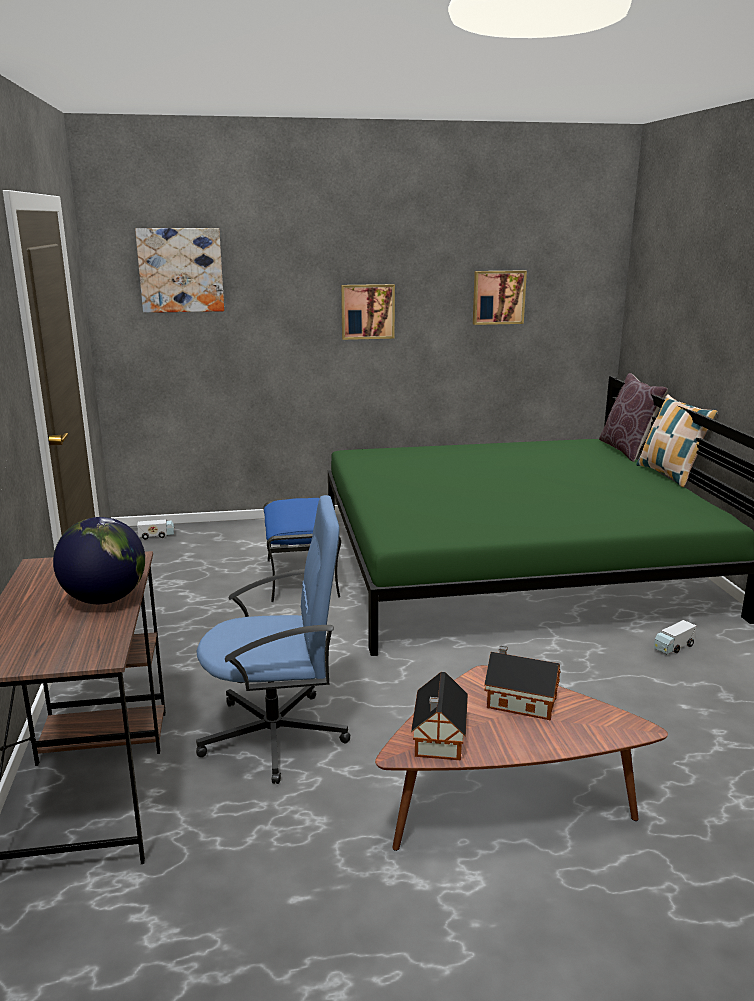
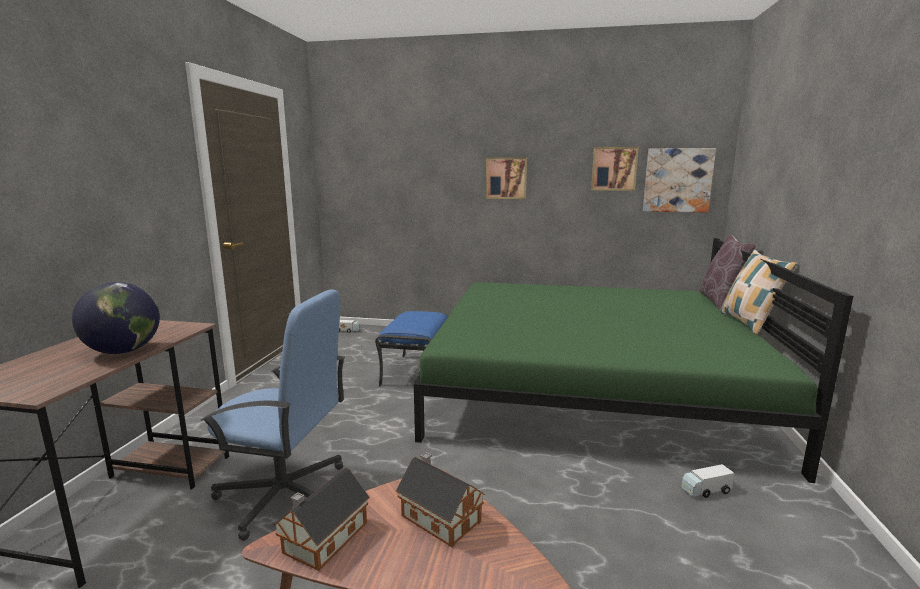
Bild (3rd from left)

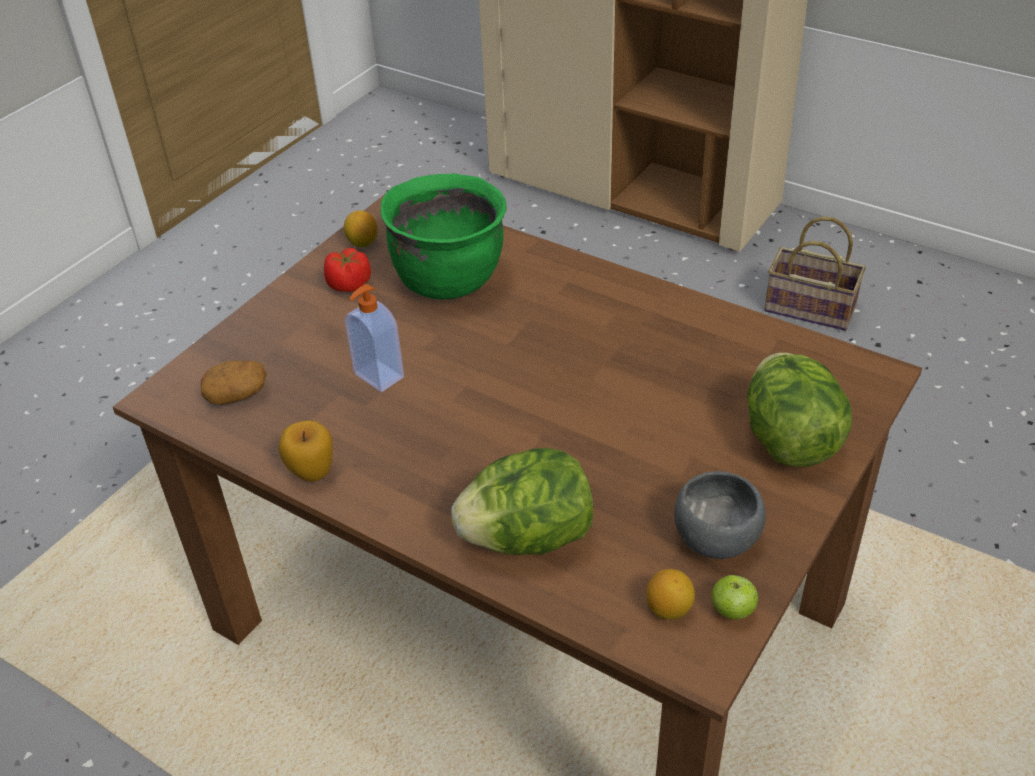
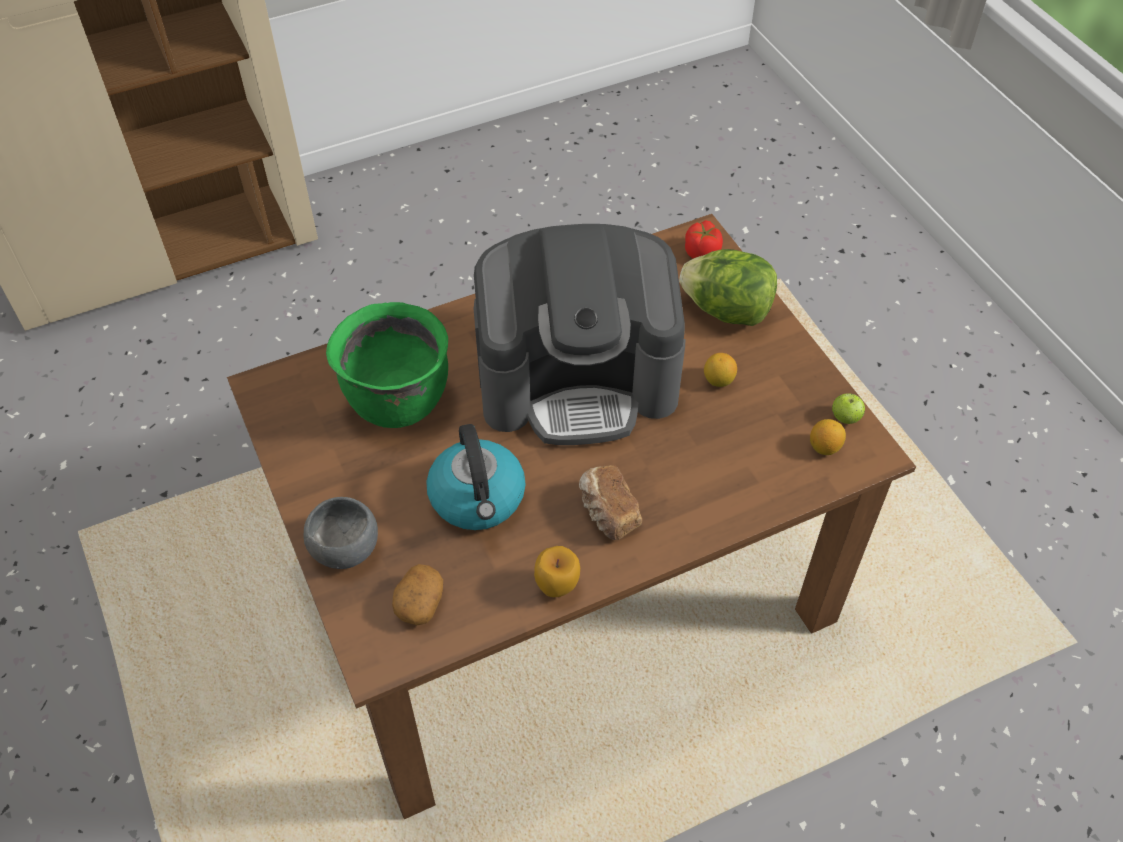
Zitrone (1st from left)
Korb
Tomate
Wasserkessel
Salatkopf (1st from left in the first image)
Schüssel/grau
Kaffeemaschine
Brot

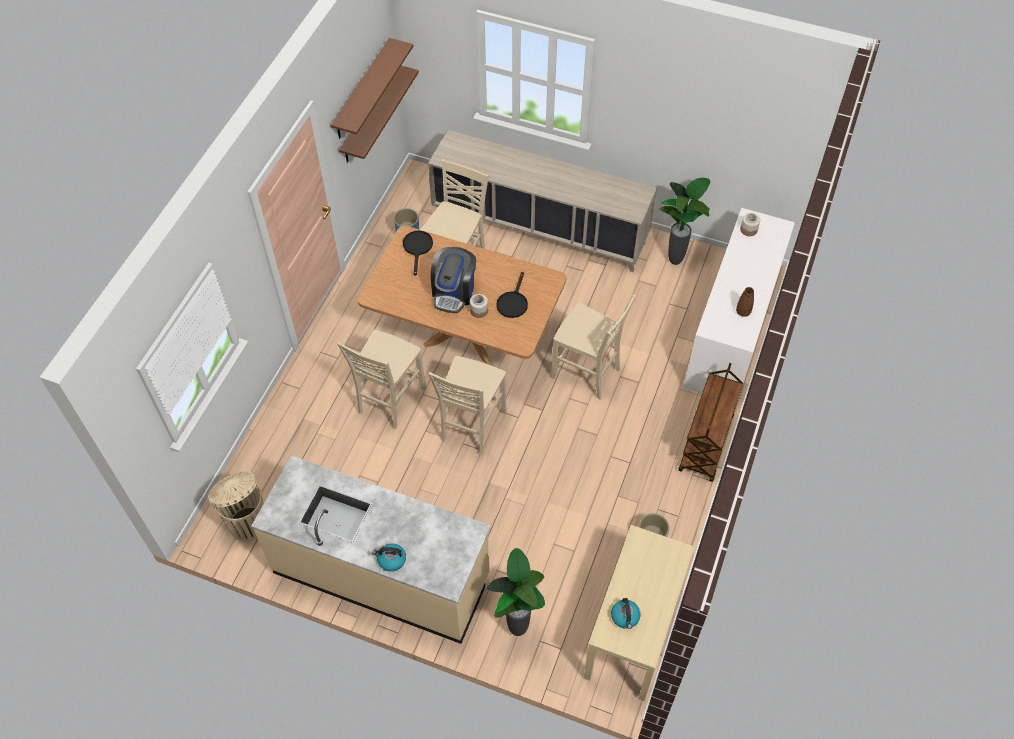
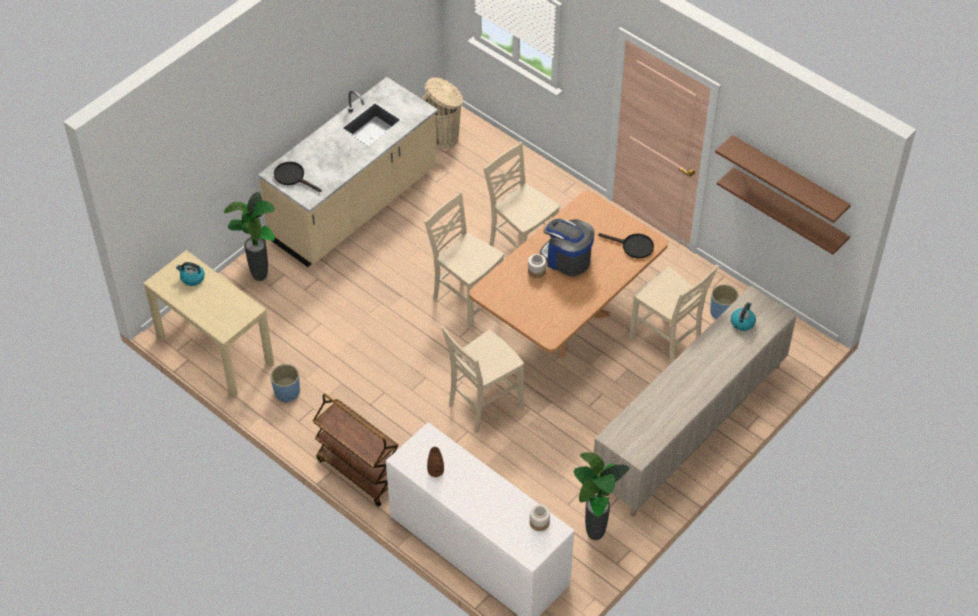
Pfanne/schwarz (1st from left)
Wasserkessel (2nd from left)

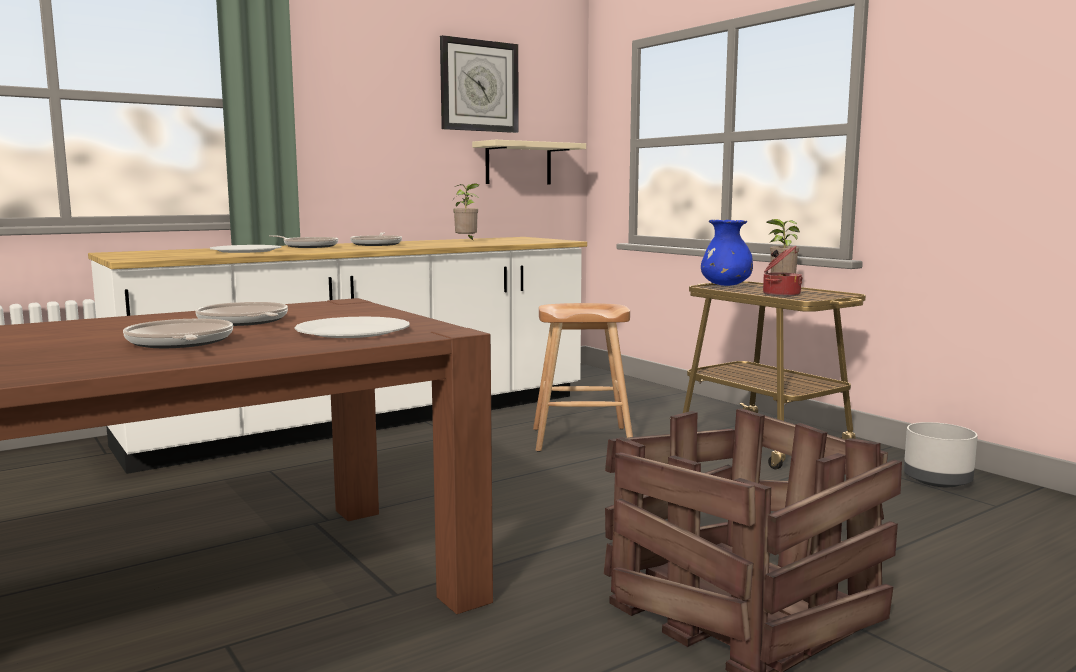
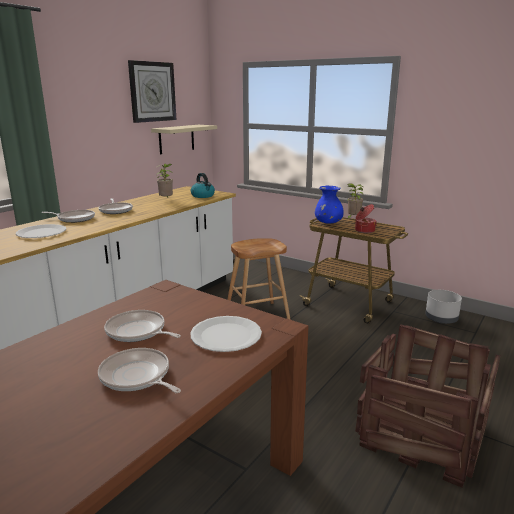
Wasserkessel

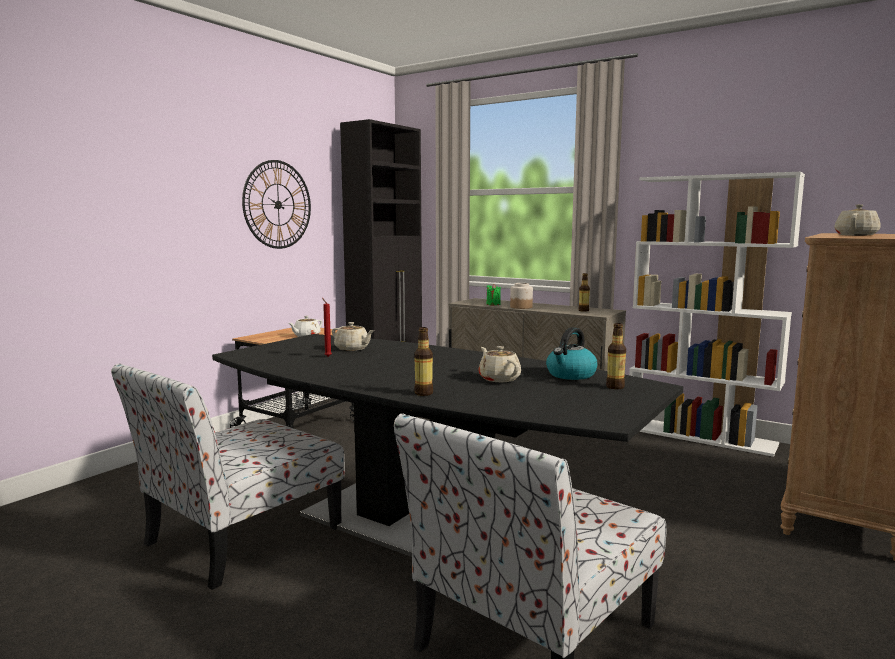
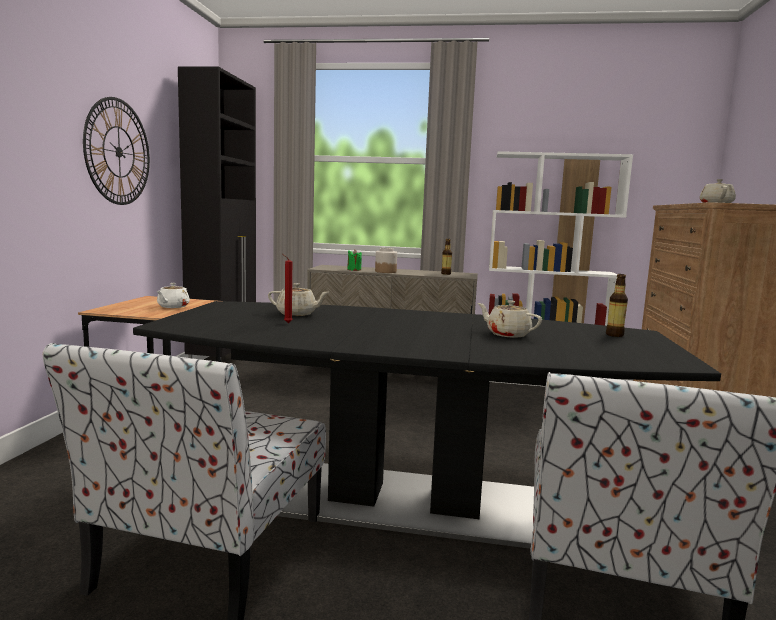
Flasche (1st from left in the first image)
Wasserkessel

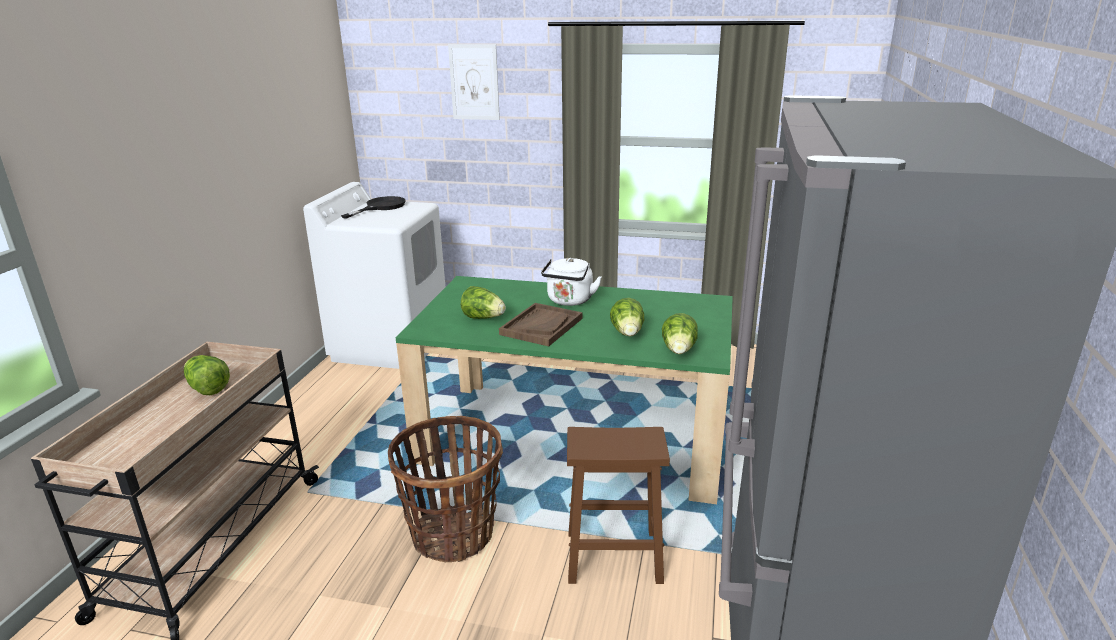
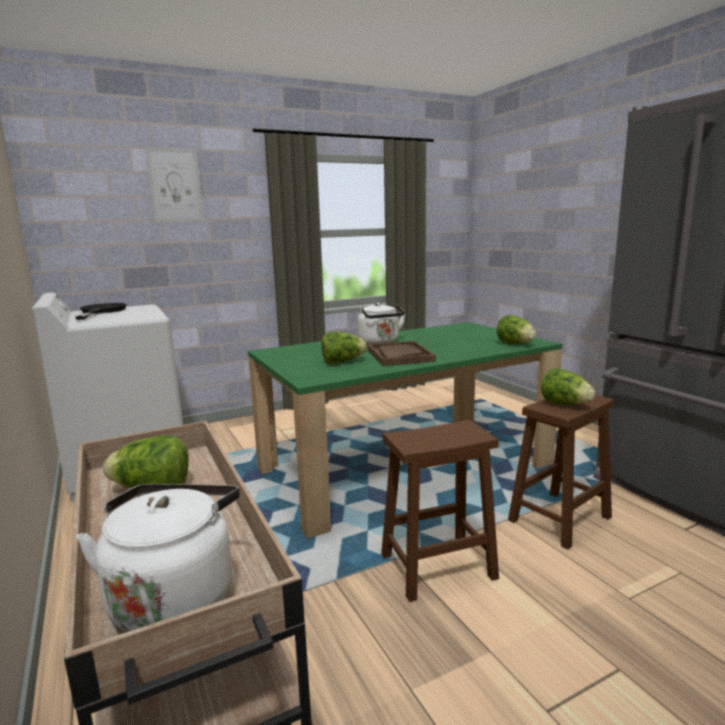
Salatkopf (4th from left)
Hocker/braun (1st from left)
Wasserkessel/weiß (1st from left)

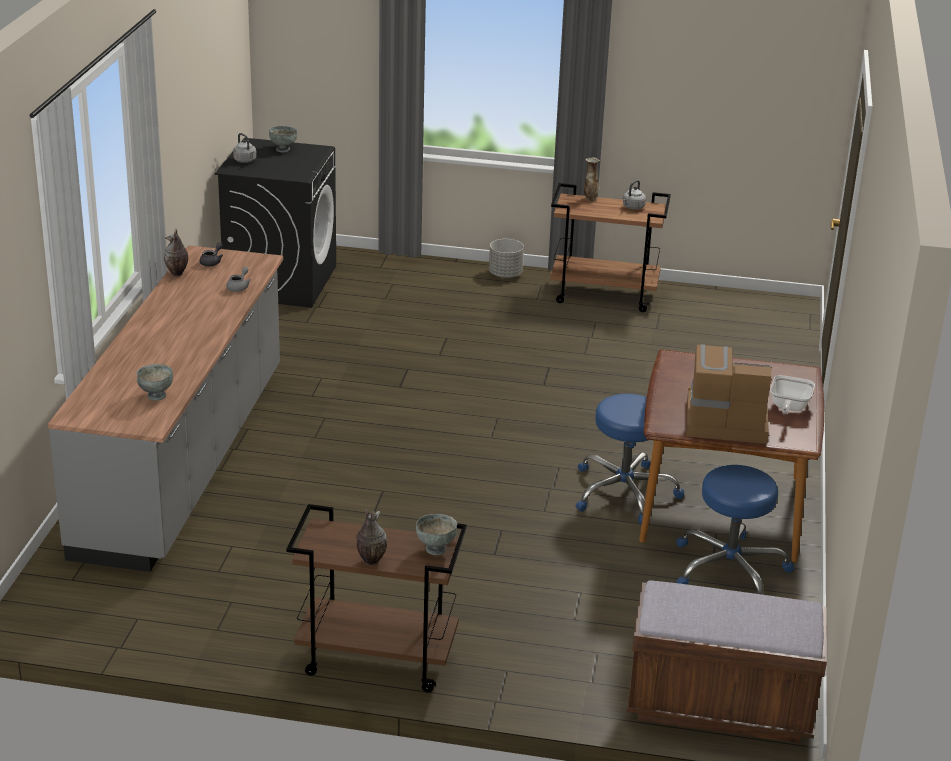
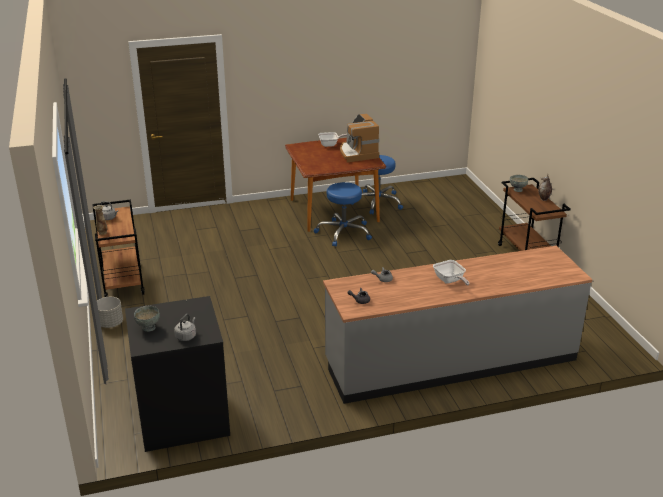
Vase (1st from left in the first image)
Schüssel/grau (1st from left in the first image)
Bank/braun
Pfanne (2nd from left)

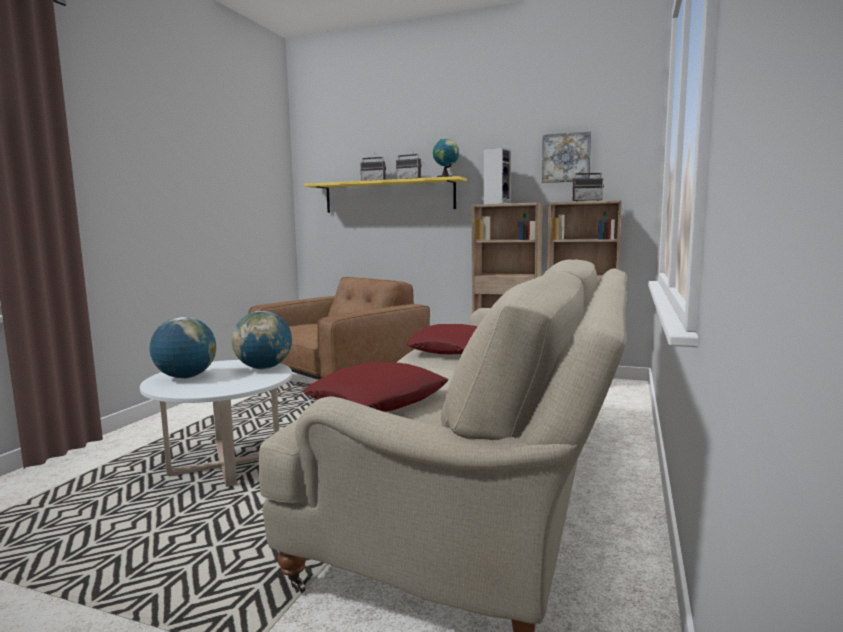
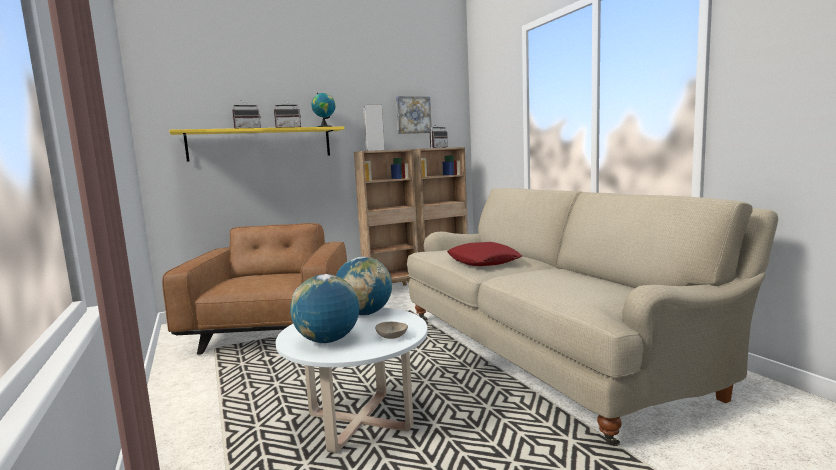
Kissen/rot (1st from left in the first image)
Schüssel/beige

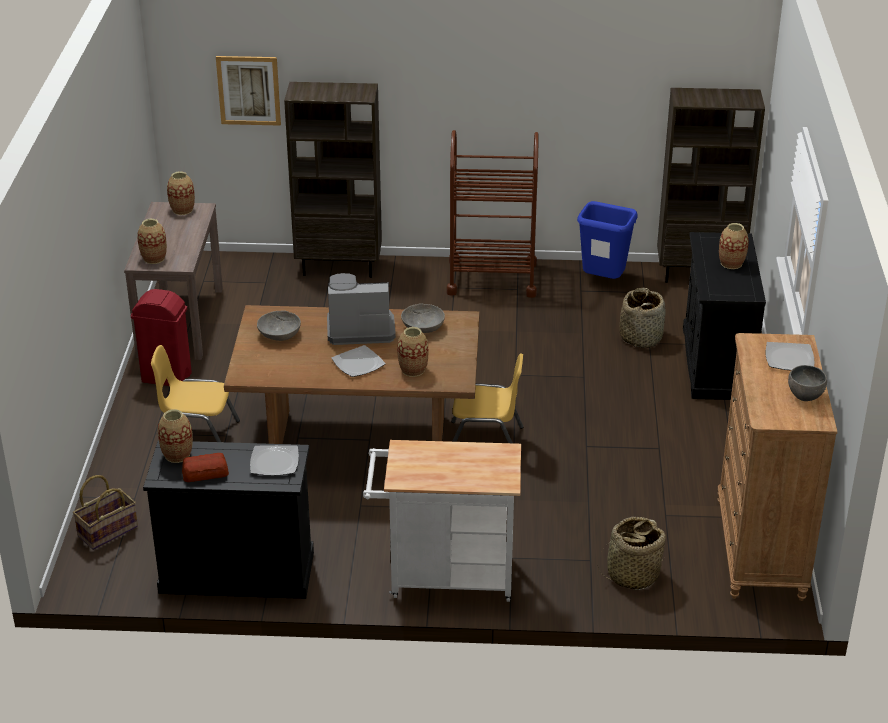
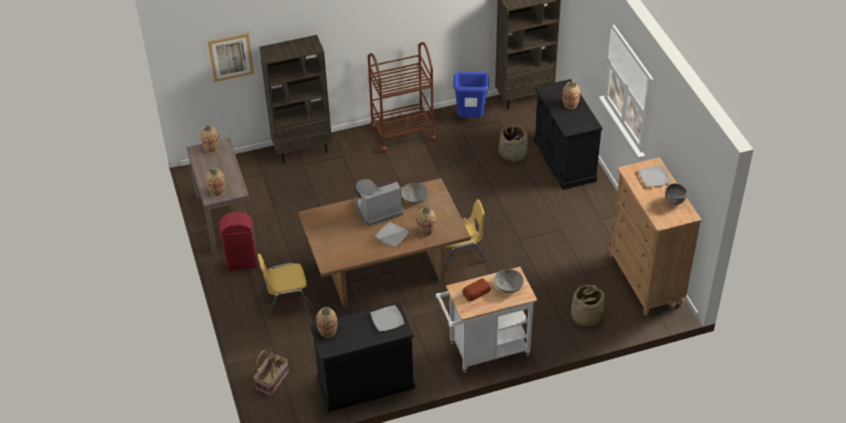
Schüssel/grau (2nd from left)
Brot

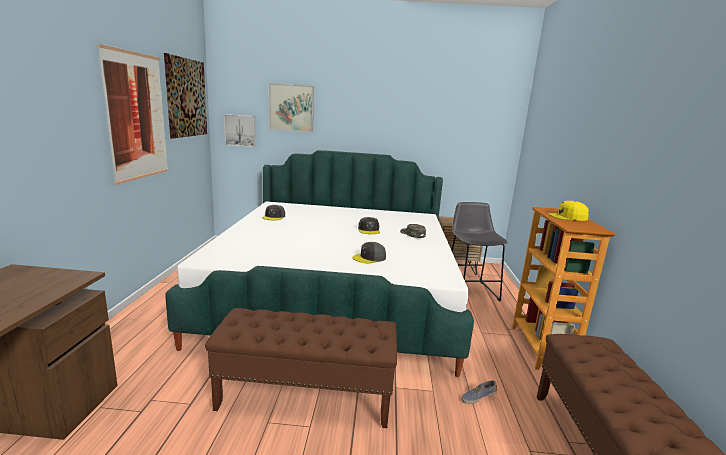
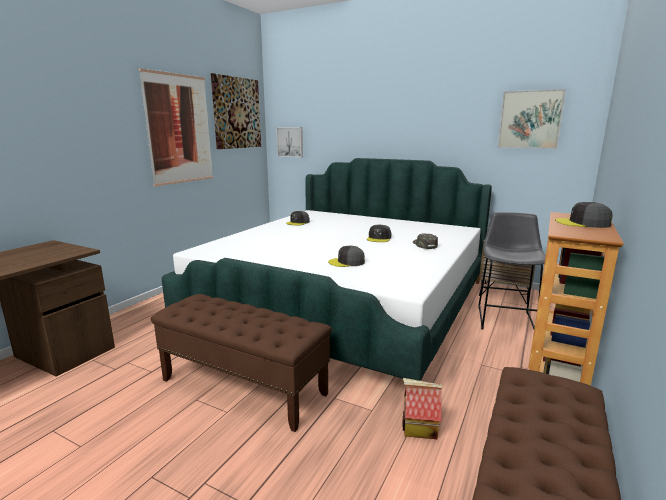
Bild (4th from left)
Kappe/grau (4th from left)
Spielzeughaus

